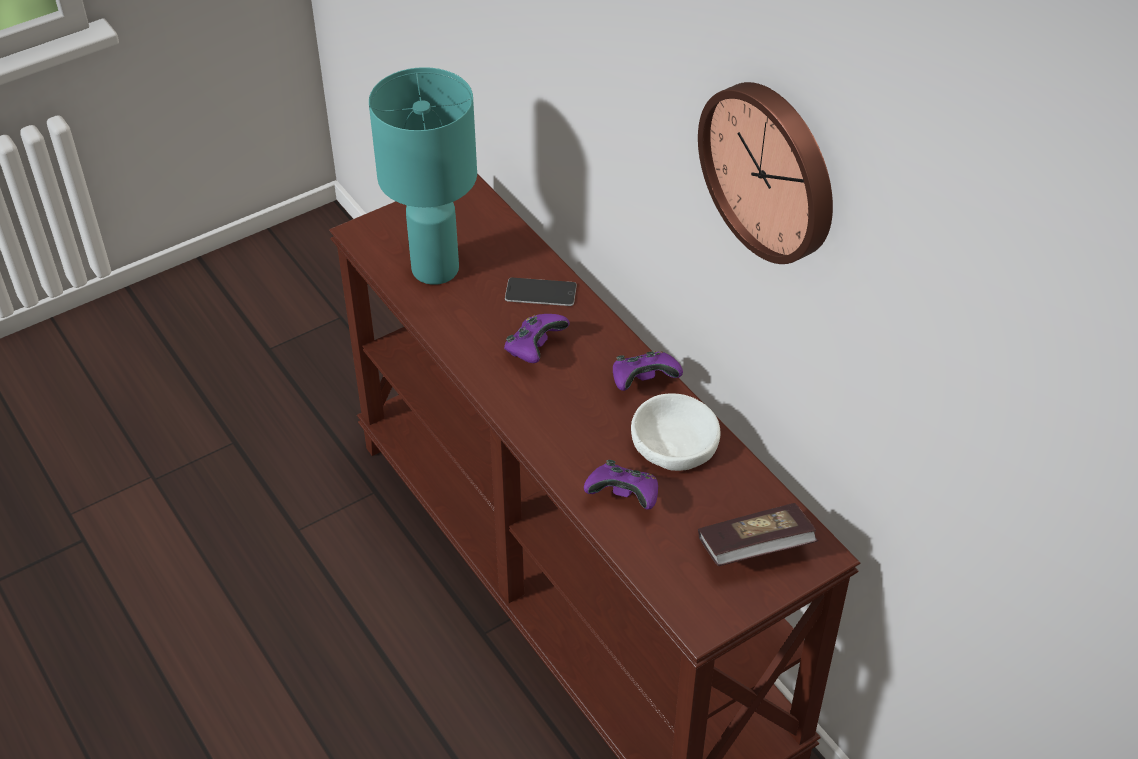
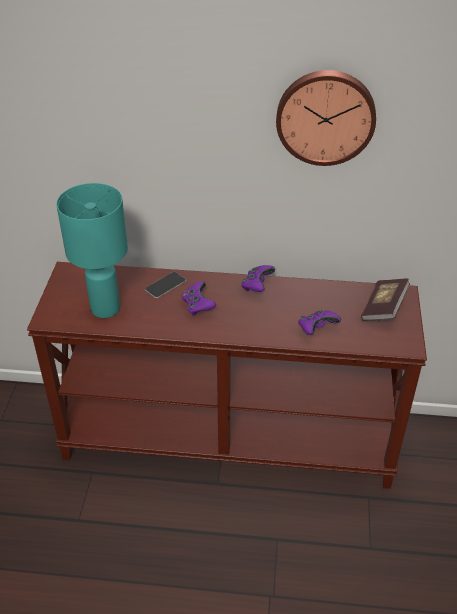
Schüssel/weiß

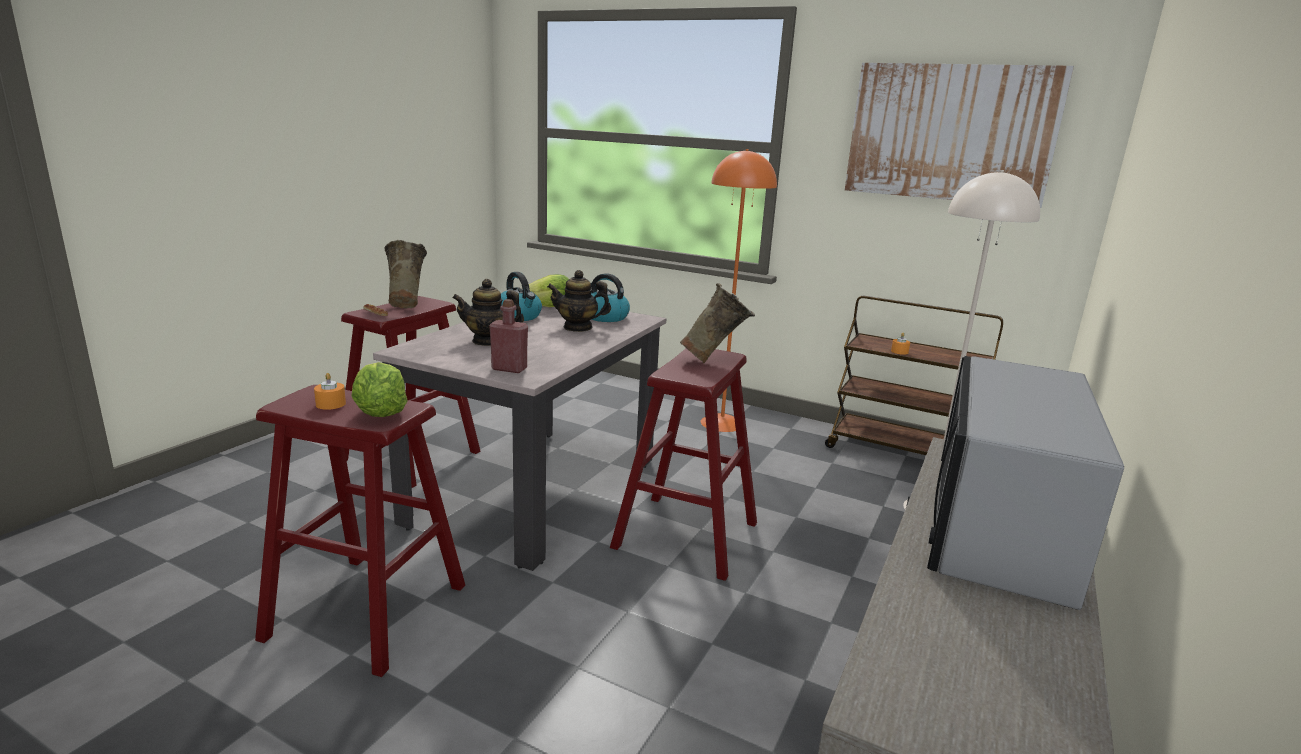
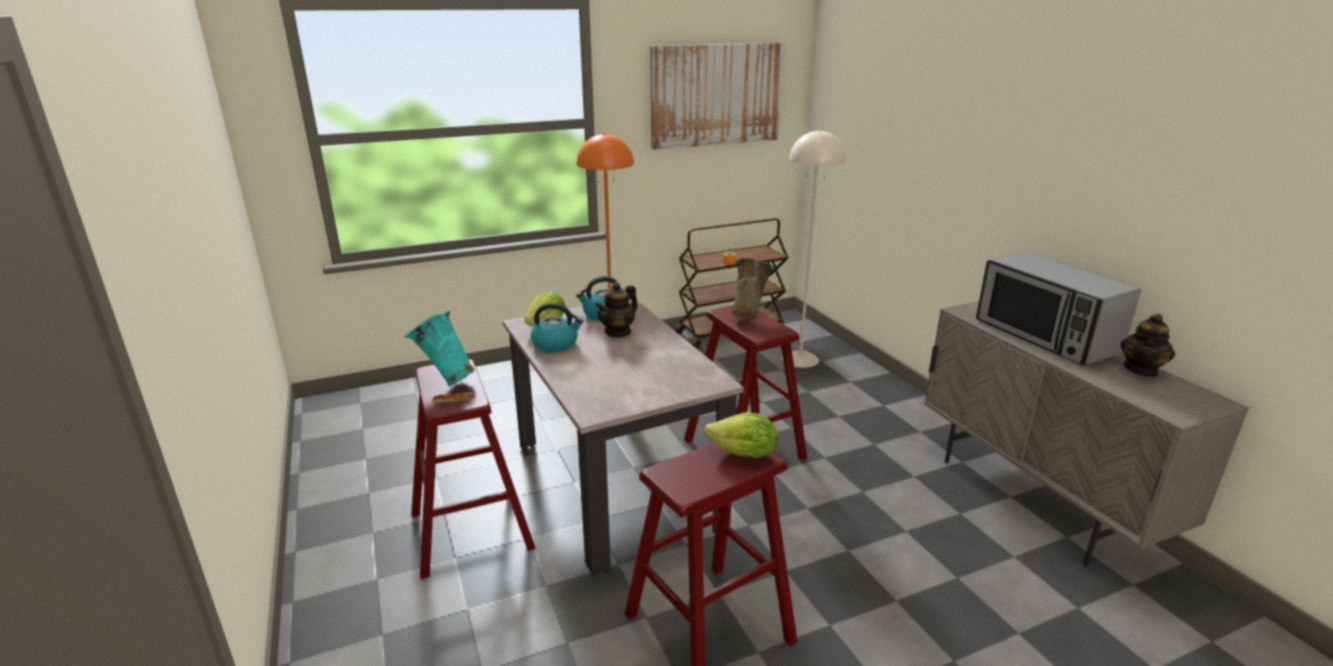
Vase/türkis
Teekanne (2nd from left)
Flasche/rot
Kerze/orange (1st from left in the first image)

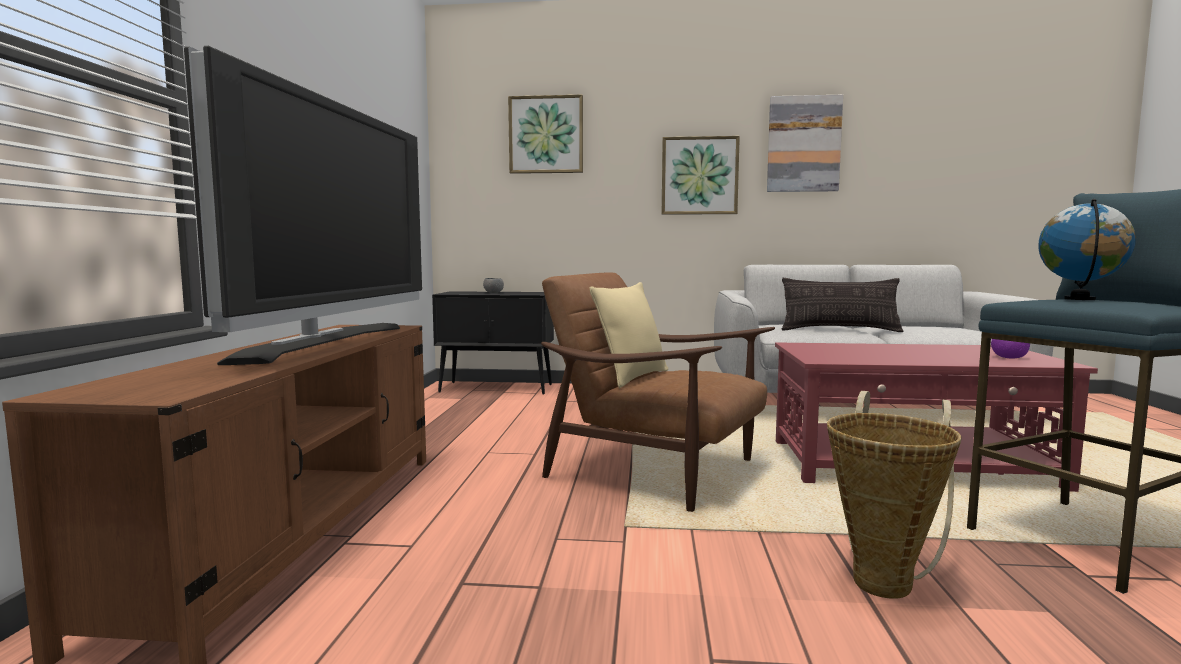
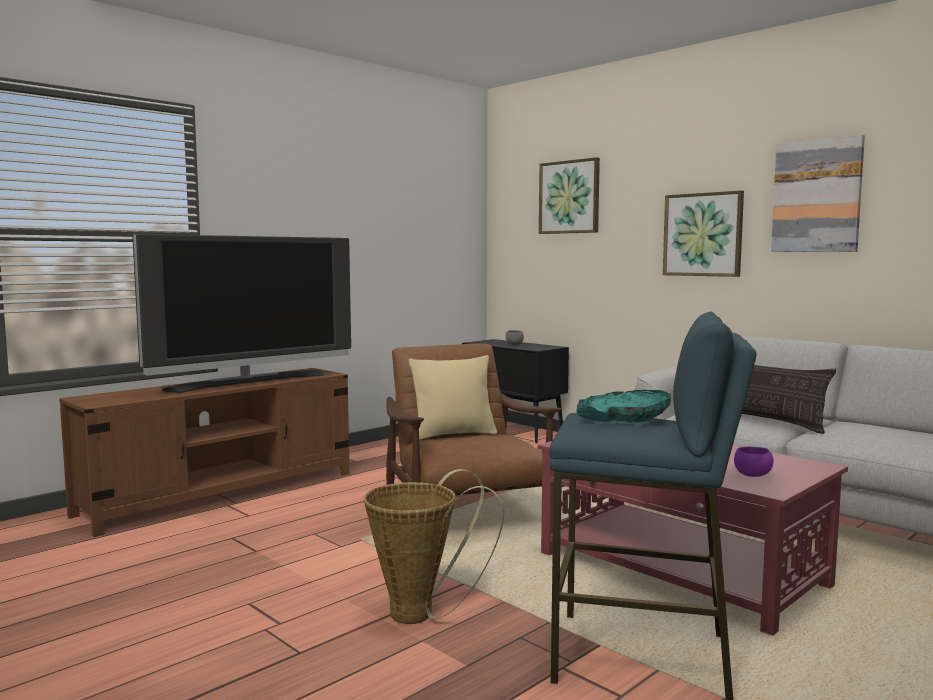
Schüssel/türkis

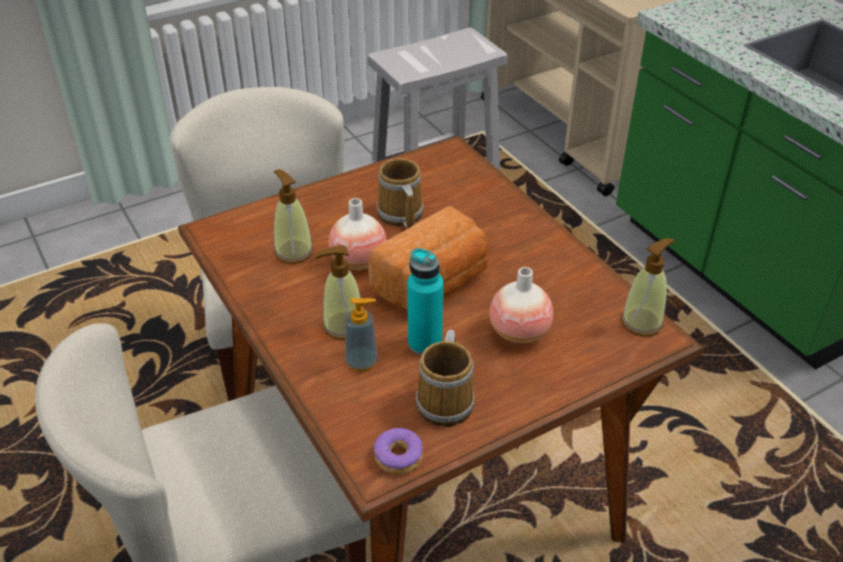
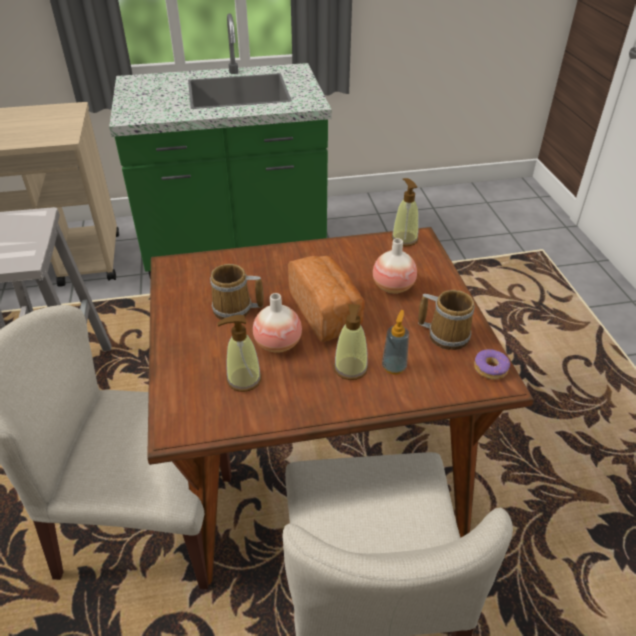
Flasche/türkis

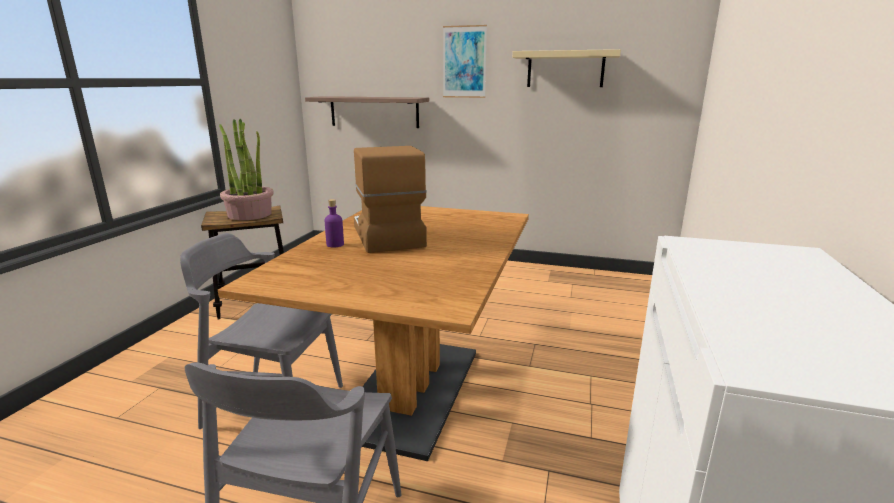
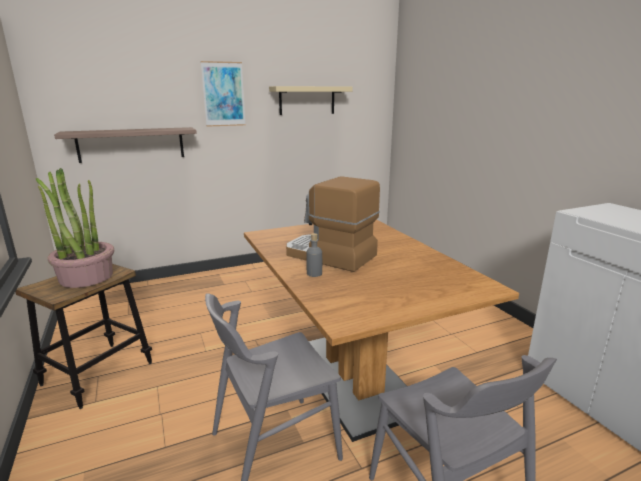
Flasche/grau

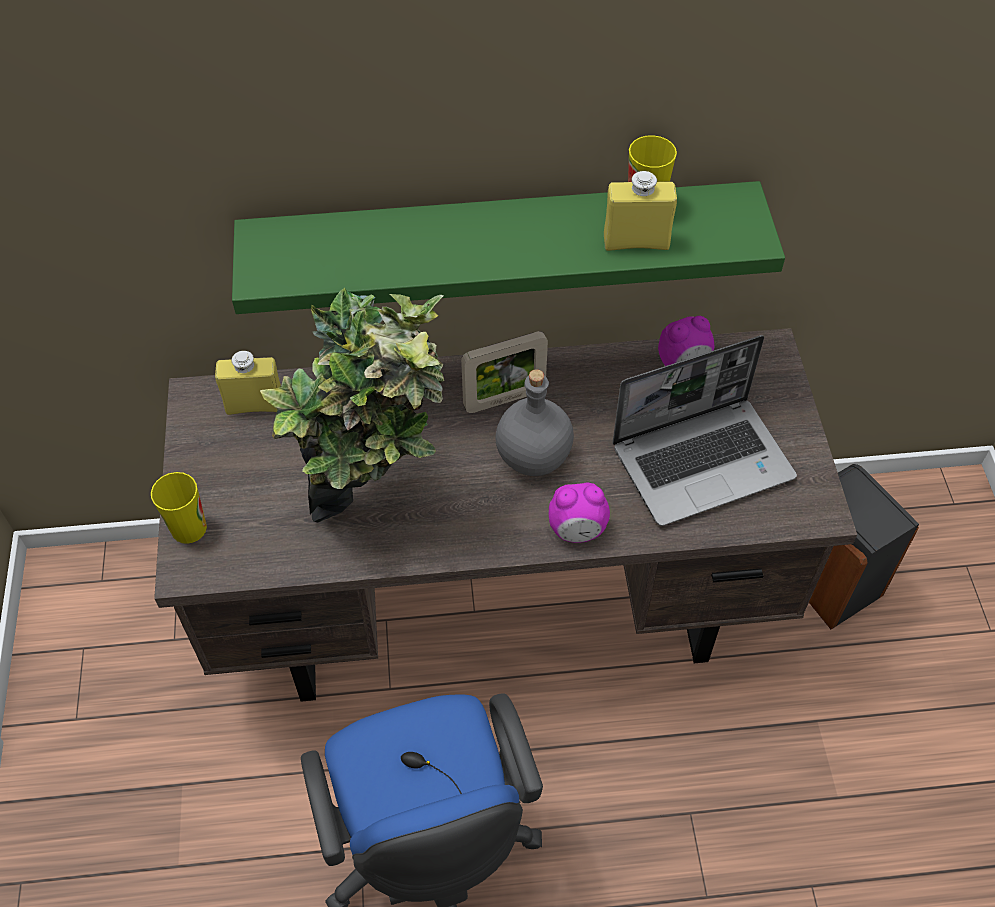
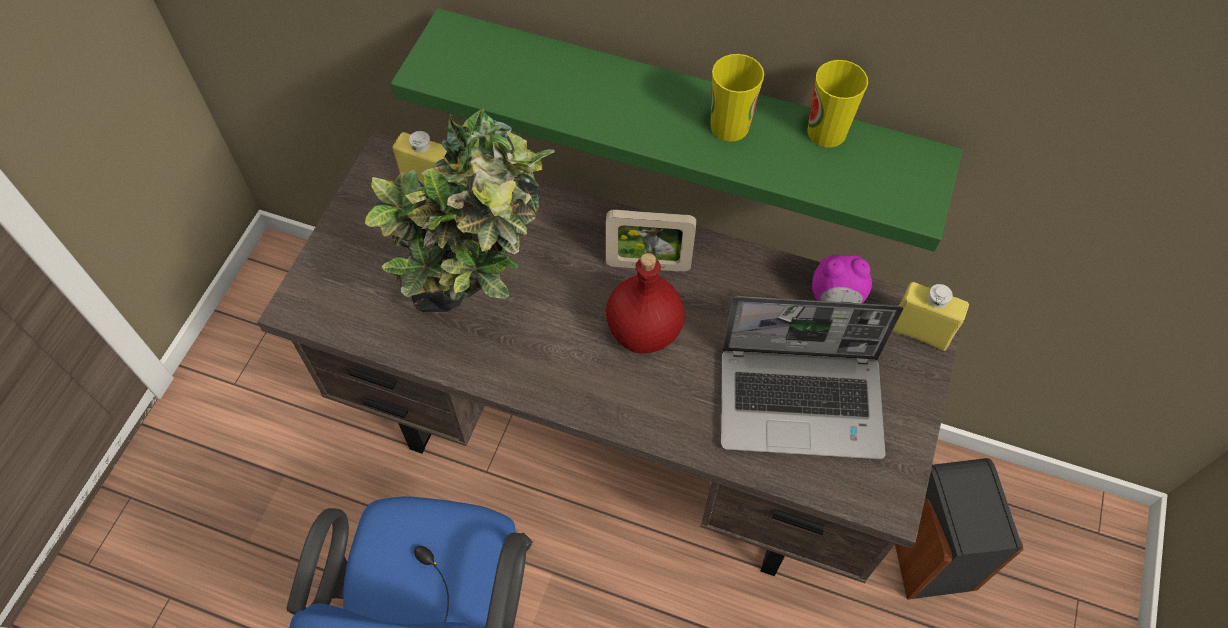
Flasche/gelb (2nd from left)
Flasche/rot
Tasse (1st from left)
Wecker (1st from left in the first image)

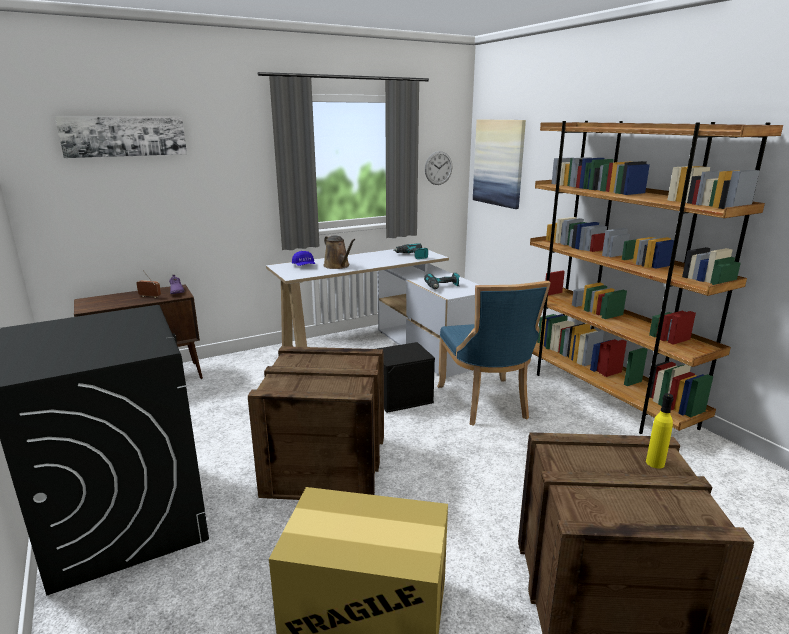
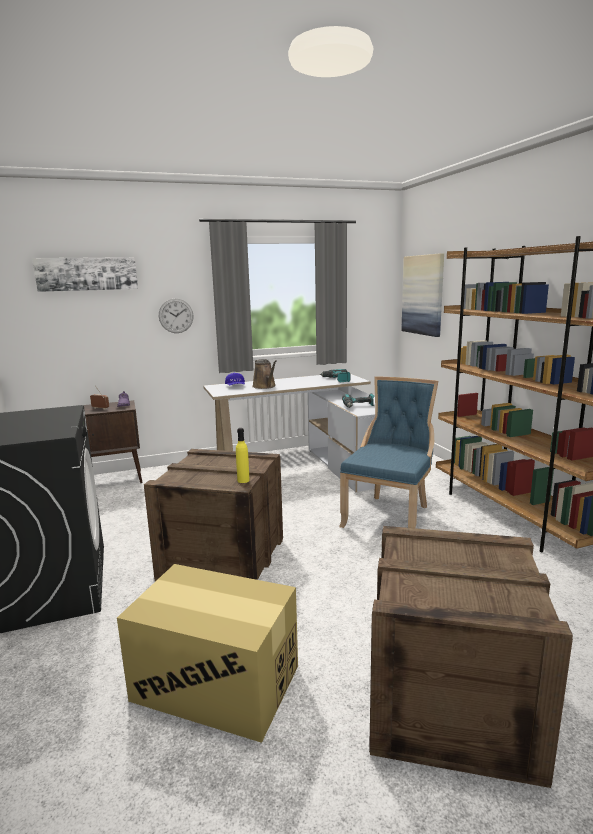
Wanduhr
Stuhl/blau
Aufbewahrungsbox/schwarz
Flasche/gelb

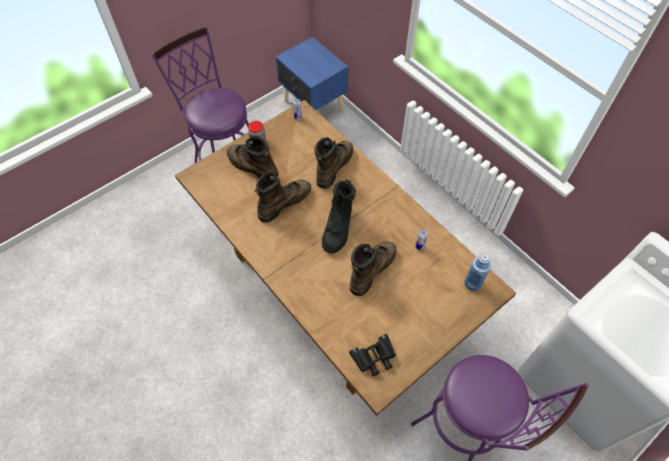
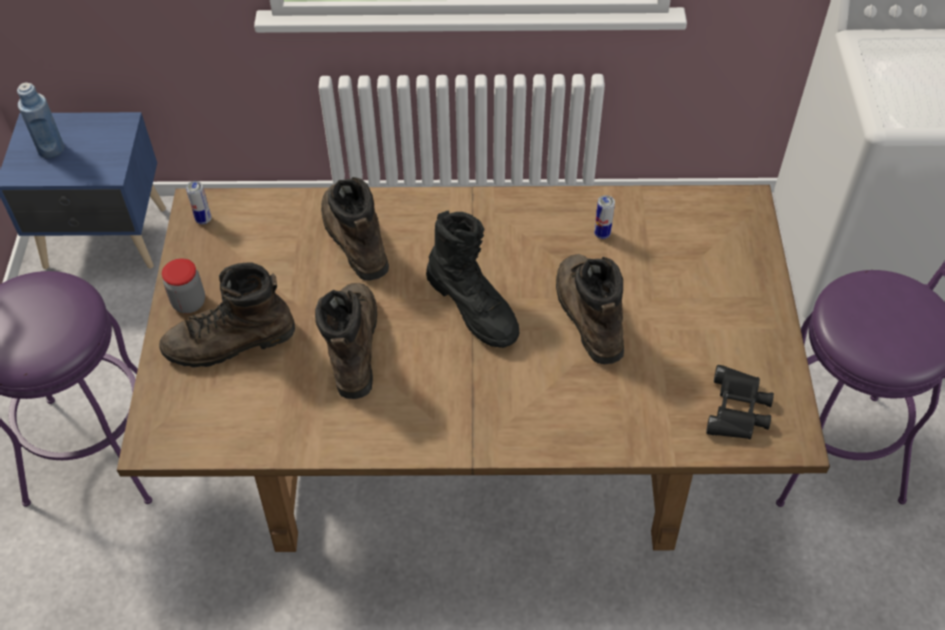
Flasche/blau

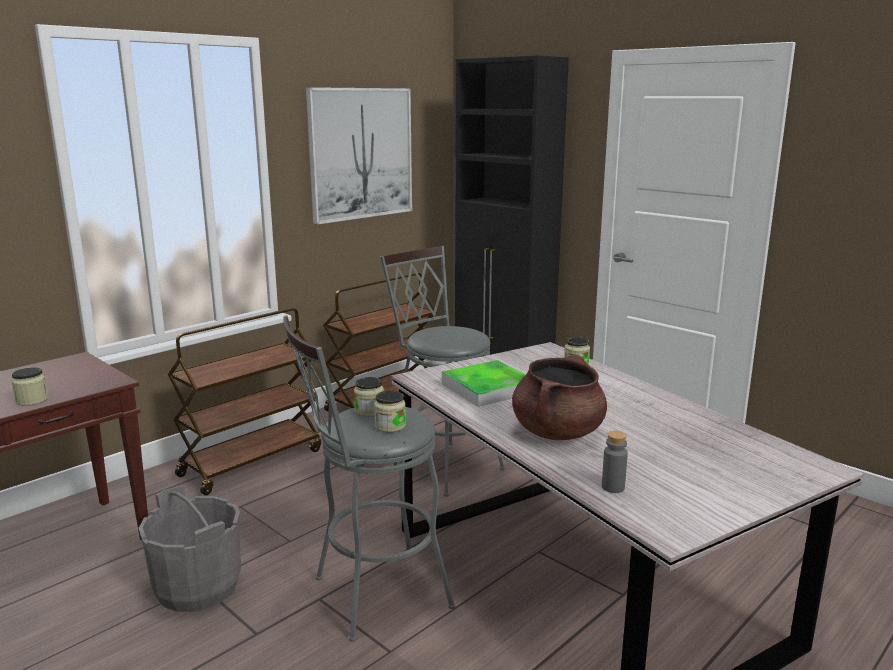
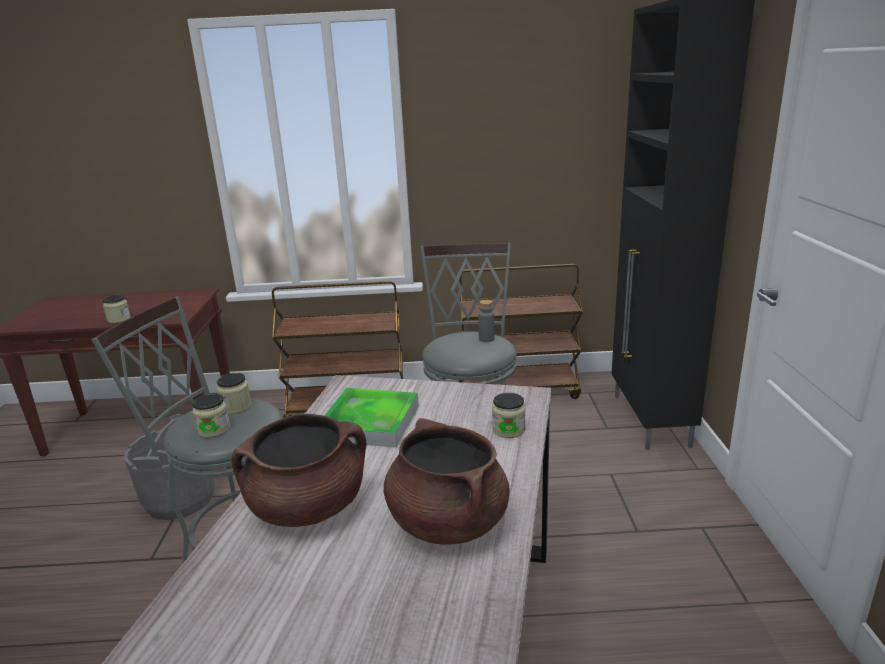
Bild
Flasche/grau
Kochtopf/braun (2nd from left)

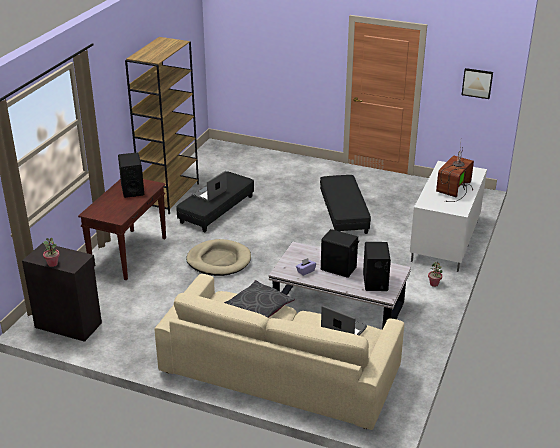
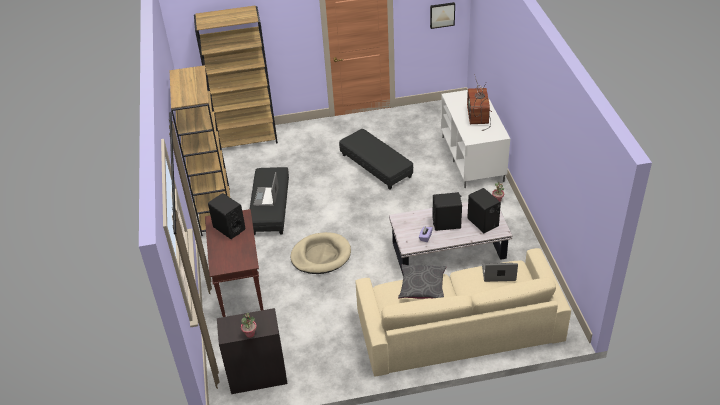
Bücherregal/braun (2nd from left)

